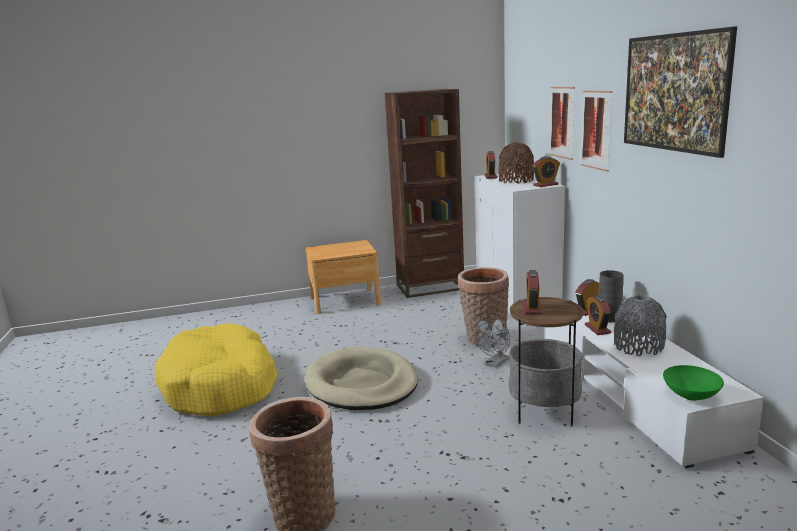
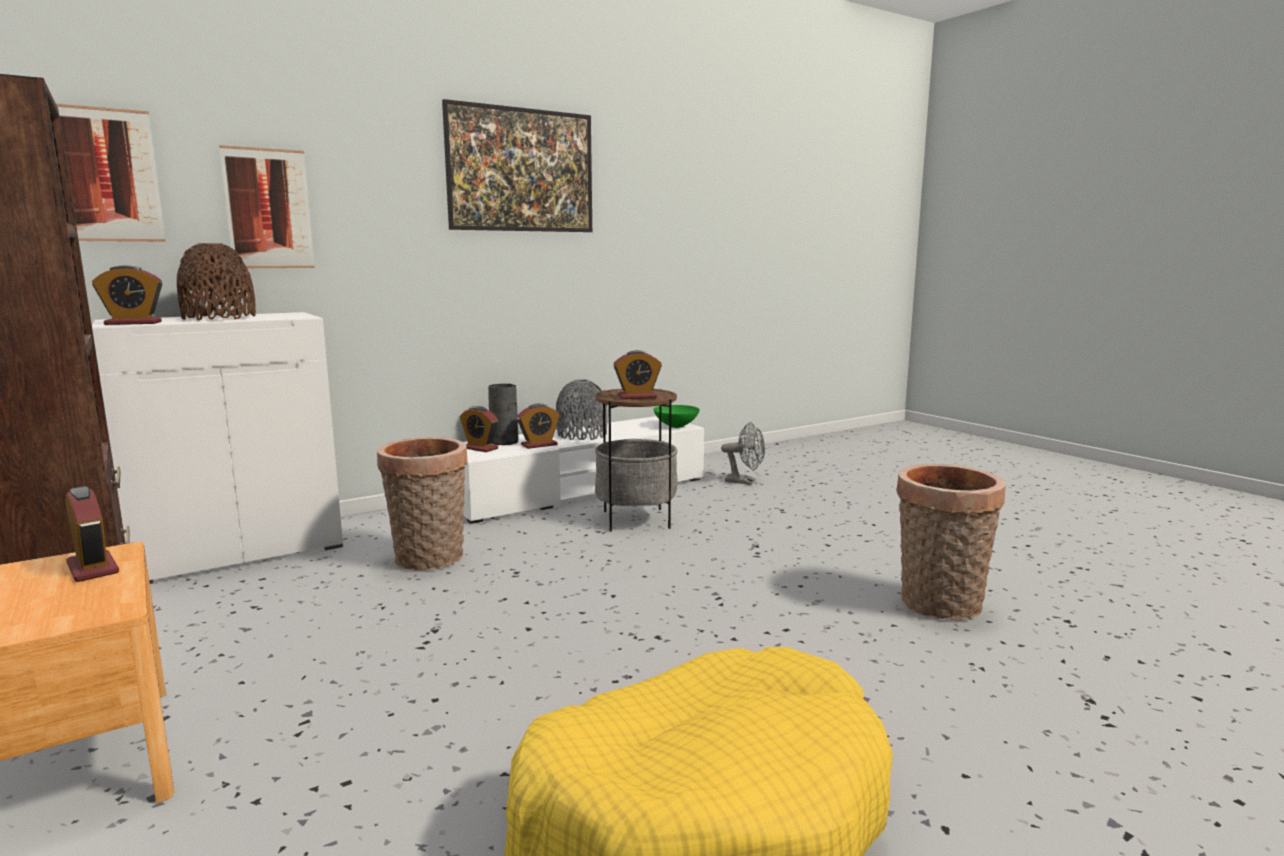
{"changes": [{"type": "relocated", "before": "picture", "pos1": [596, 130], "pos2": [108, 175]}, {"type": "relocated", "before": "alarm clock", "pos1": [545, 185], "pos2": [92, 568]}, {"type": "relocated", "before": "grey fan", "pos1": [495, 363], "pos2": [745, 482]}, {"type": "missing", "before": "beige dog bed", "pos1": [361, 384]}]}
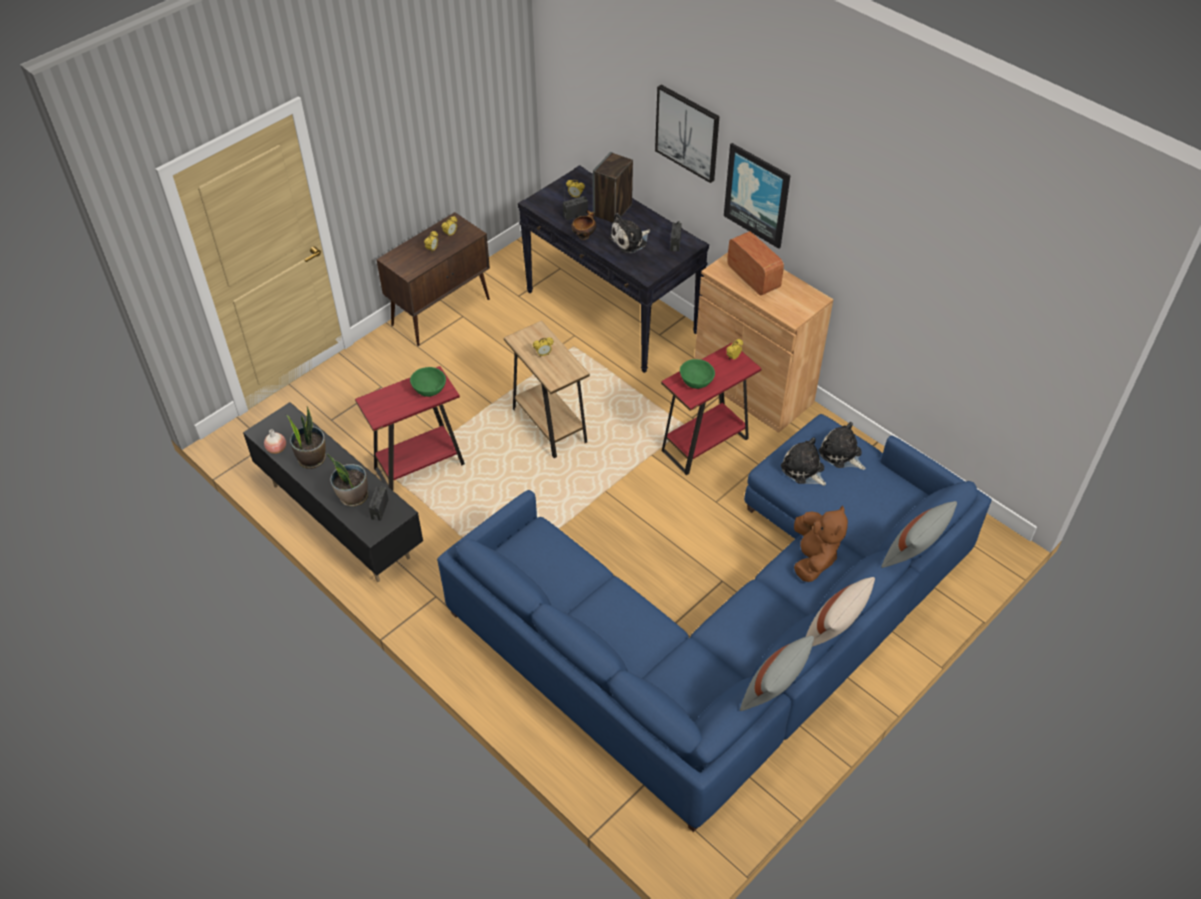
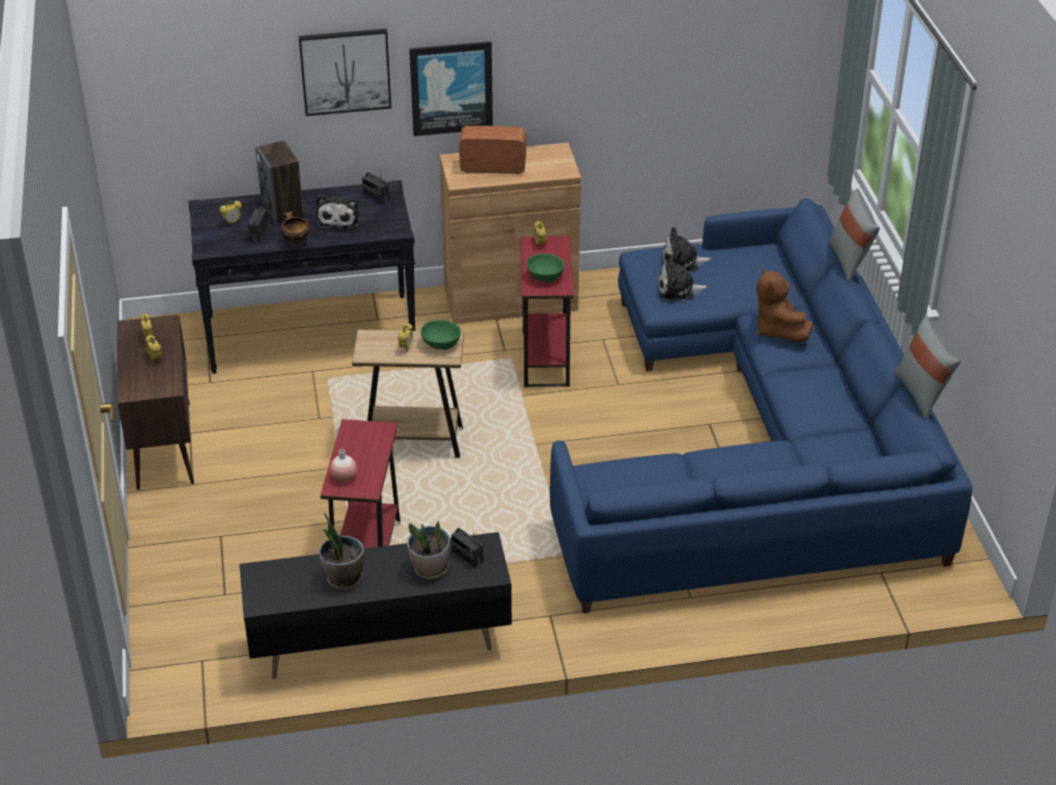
{"changes": [{"type": "relocated", "before": "vase", "pos1": [277, 449], "pos2": [344, 477]}, {"type": "relocated", "before": "green bowl", "pos1": [429, 389], "pos2": [441, 344]}, {"type": "spun", "before": "brown plush toy", "pos1": [813, 558], "pos2": [777, 330], "turn": -150}, {"type": "missing", "before": "beige pillow", "pos1": [833, 633]}]}
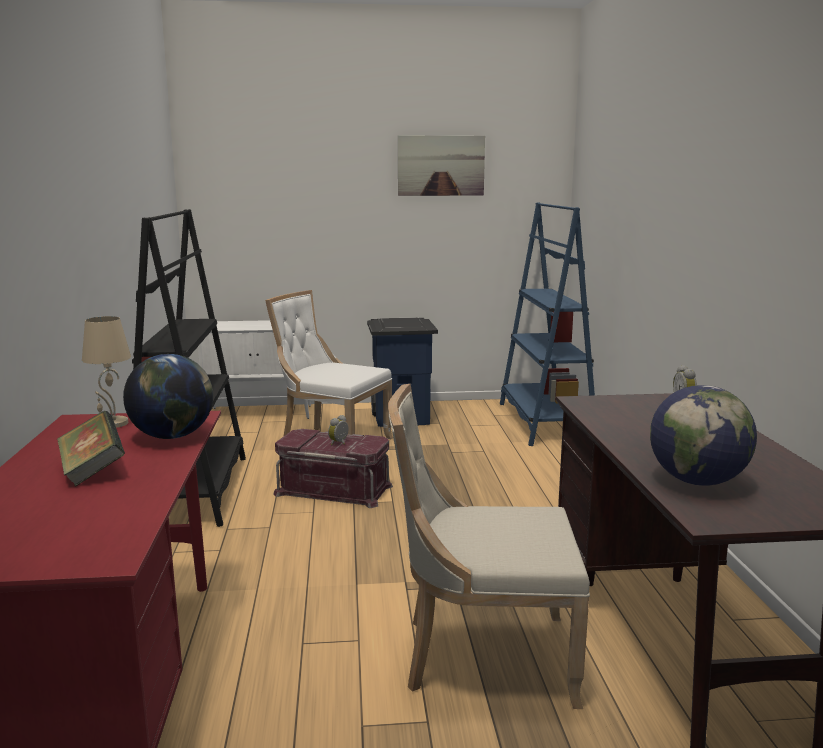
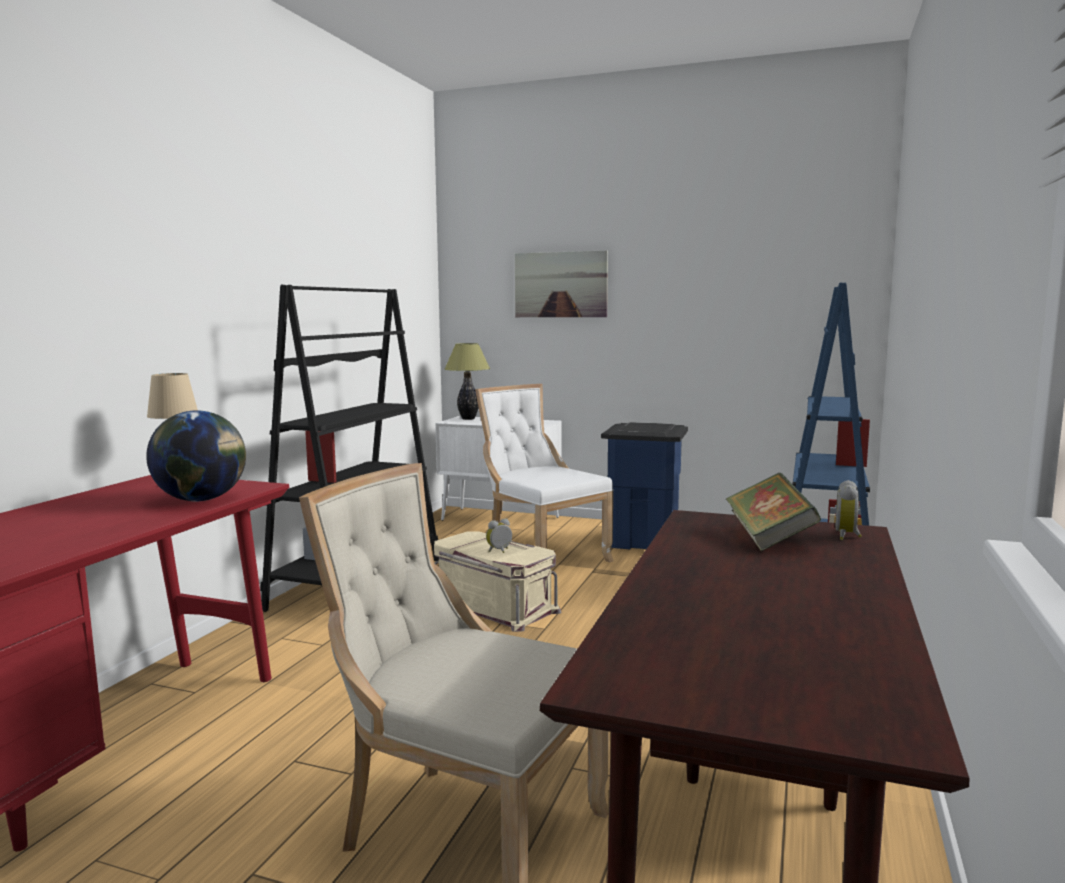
{"changes": [{"type": "colour", "before": "red storage box", "after": "beige storage box", "pos1": [334, 489], "pos2": [495, 605]}, {"type": "appeared", "after": "table lamp", "pos2": [468, 419]}, {"type": "relocated", "before": "picture", "pos1": [441, 165], "pos2": [560, 284]}, {"type": "relocated", "before": "book", "pos1": [92, 471], "pos2": [769, 538]}, {"type": "missing", "before": "globe", "pos1": [697, 481]}]}
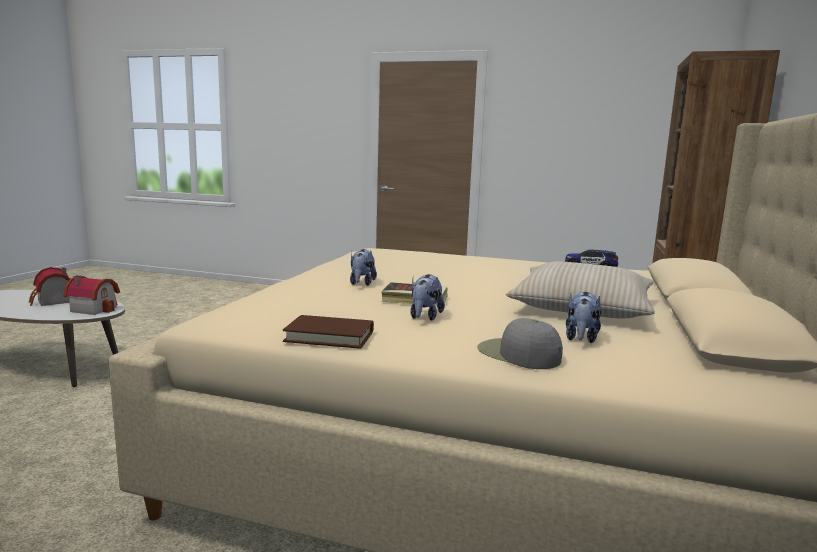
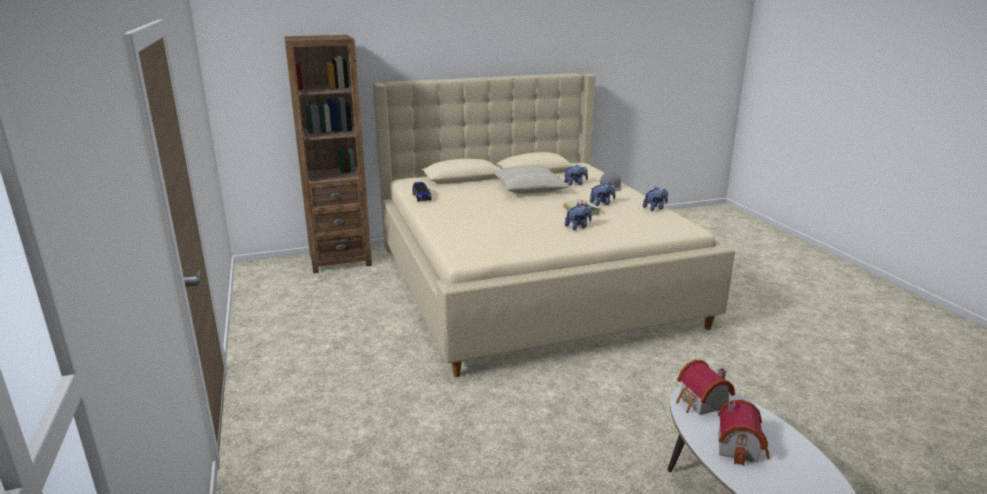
{"changes": [{"type": "exchanged", "before": "brown book", "after": "plush toy", "pos1": [329, 336], "pos2": [655, 208]}]}
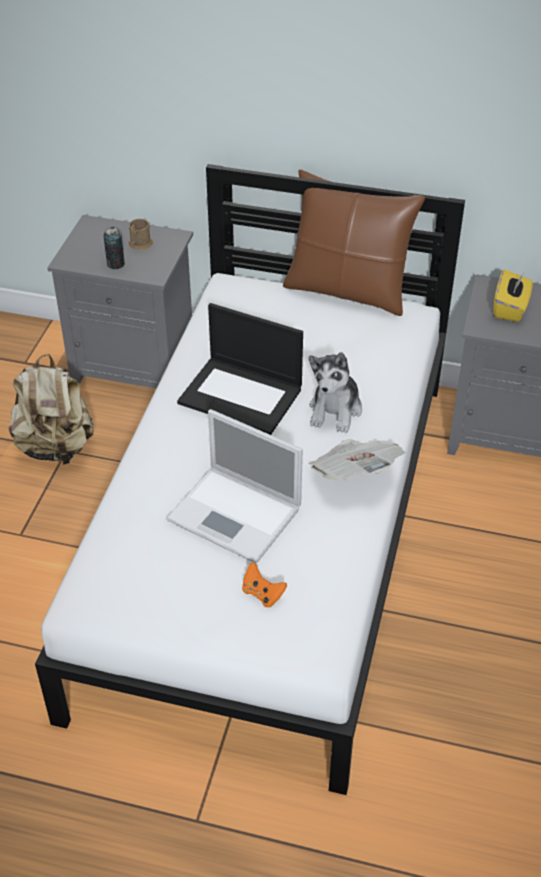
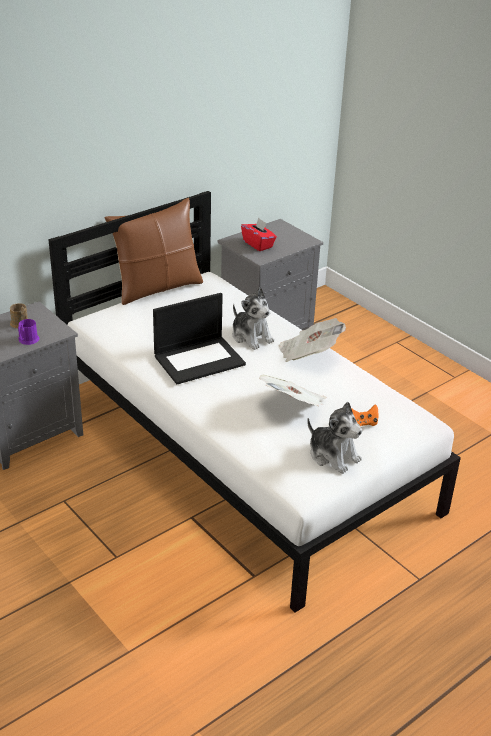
{"changes": [{"type": "exchanged", "before": "can", "after": "purple mug", "pos1": [115, 264], "pos2": [27, 340]}, {"type": "colour", "before": "yellow tissue box", "after": "red tissue box", "pos1": [510, 308], "pos2": [258, 244]}, {"type": "exchanged", "before": "laptop", "after": "newspaper", "pos1": [236, 514], "pos2": [293, 405]}, {"type": "appeared", "after": "plush toy", "pos2": [333, 455]}, {"type": "missing", "before": "beige backpack", "pos1": [56, 447]}]}
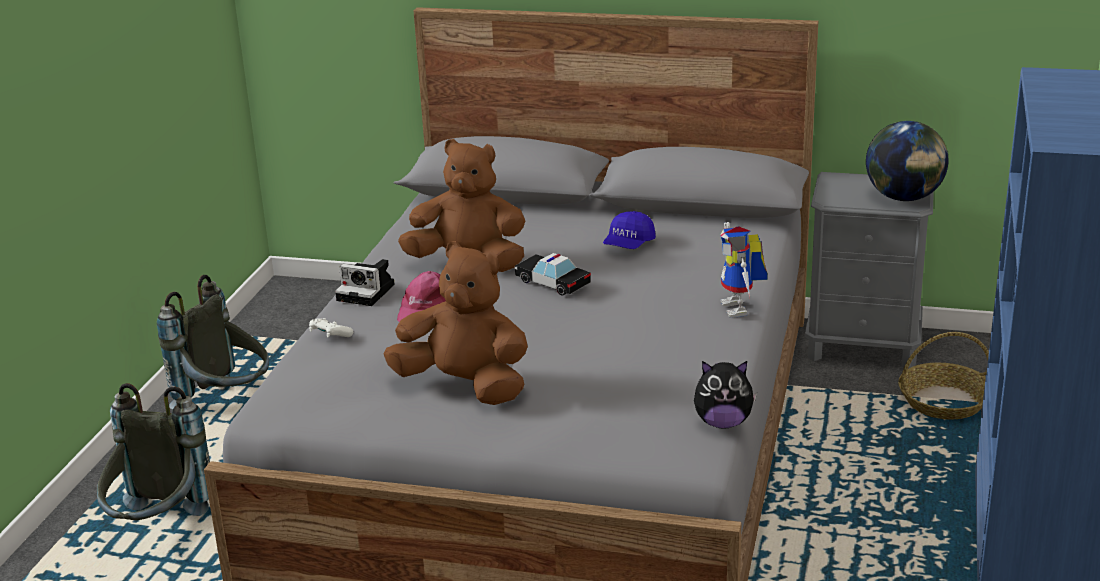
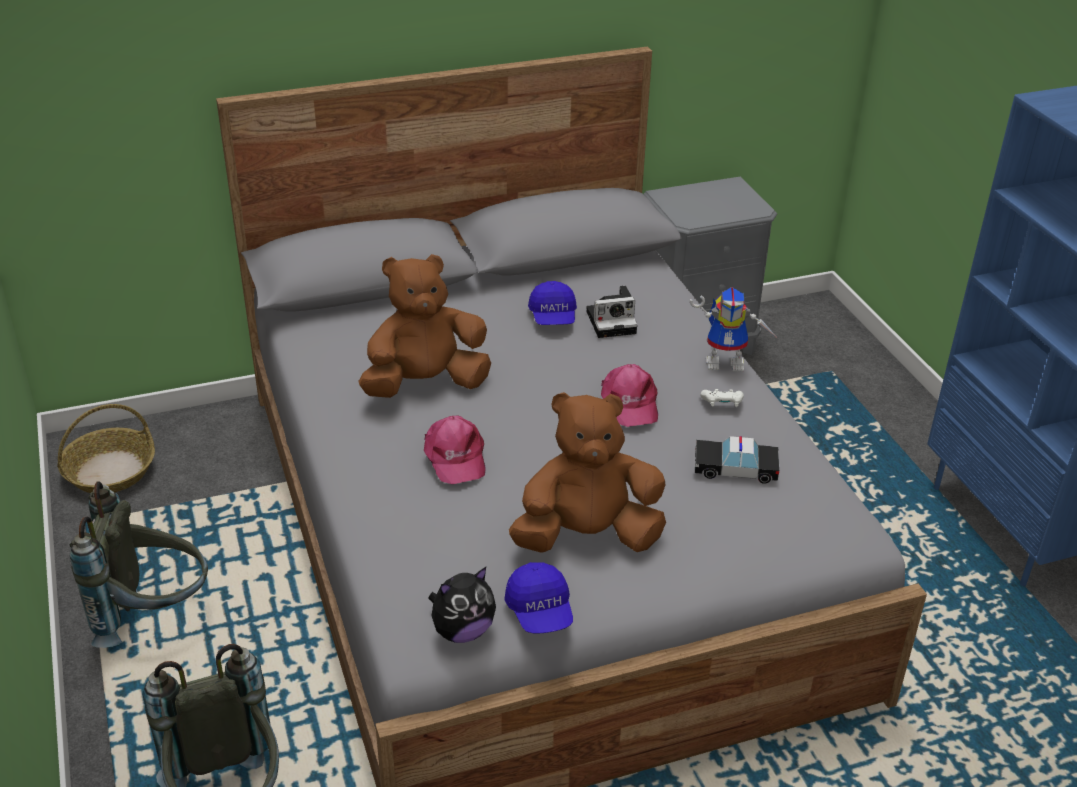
{"changes": [{"type": "relocated", "before": "basket", "pos1": [944, 401], "pos2": [110, 471]}, {"type": "relocated", "before": "plush toy", "pos1": [723, 423], "pos2": [462, 631]}, {"type": "appeared", "after": "blue cap", "pos2": [540, 612]}, {"type": "relocated", "before": "photo camera", "pos1": [368, 292], "pos2": [613, 321]}, {"type": "appeared", "after": "pink cap", "pos2": [629, 403]}, {"type": "spun", "before": "toy robot", "pos1": [741, 309], "pos2": [727, 362], "turn": -45}, {"type": "relocated", "before": "toy car", "pos1": [553, 282], "pos2": [735, 468]}, {"type": "relocated", "before": "white game controller", "pos1": [330, 336], "pos2": [722, 405]}, {"type": "missing", "before": "globe", "pos1": [904, 198]}]}
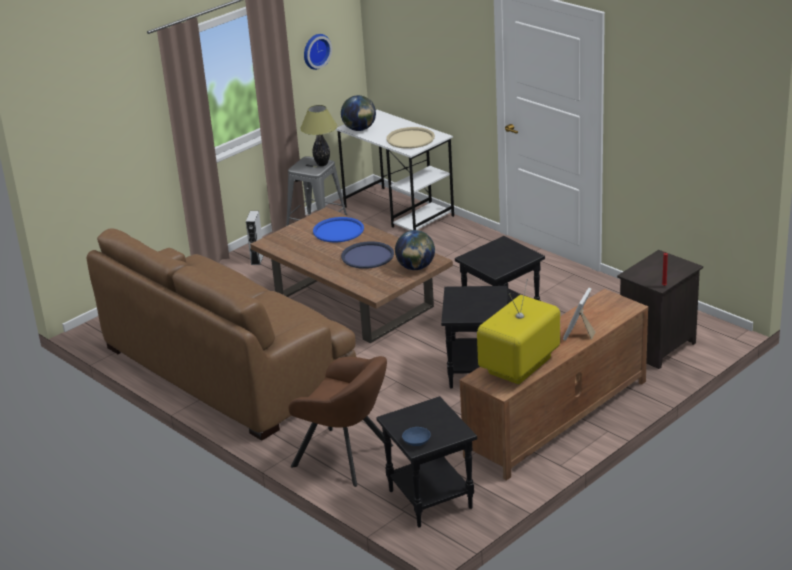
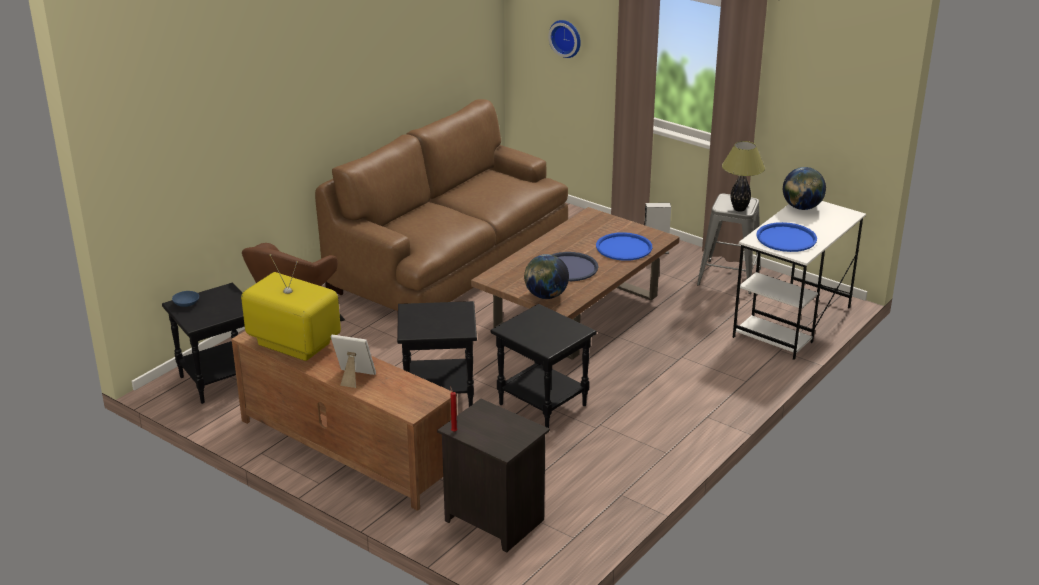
{"changes": [{"type": "relocated", "before": "wall clock", "pos1": [315, 51], "pos2": [566, 38]}, {"type": "colour", "before": "beige tray", "after": "blue tray", "pos1": [410, 139], "pos2": [786, 238]}]}
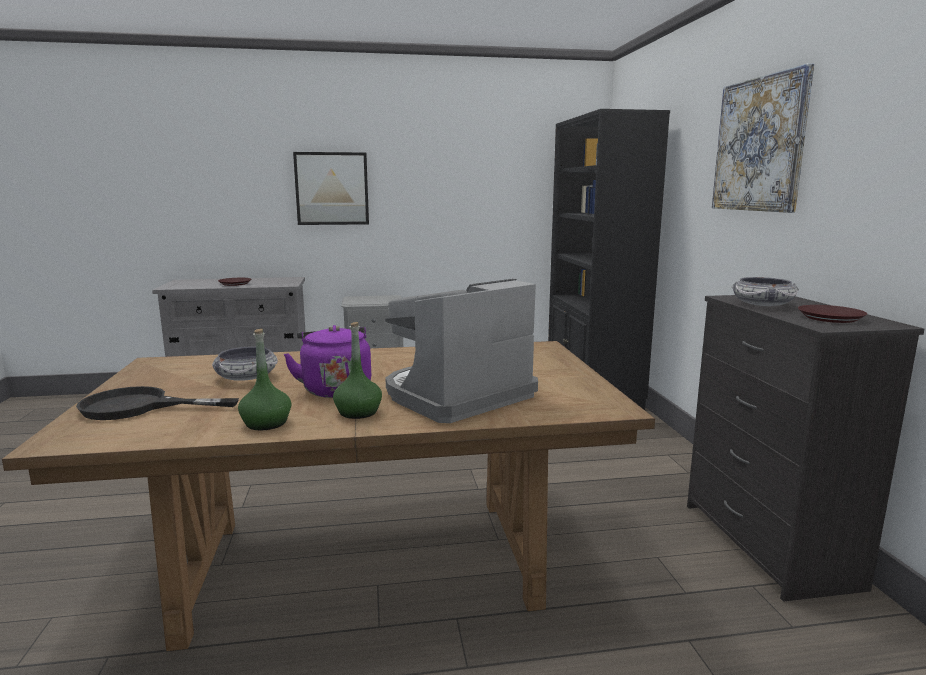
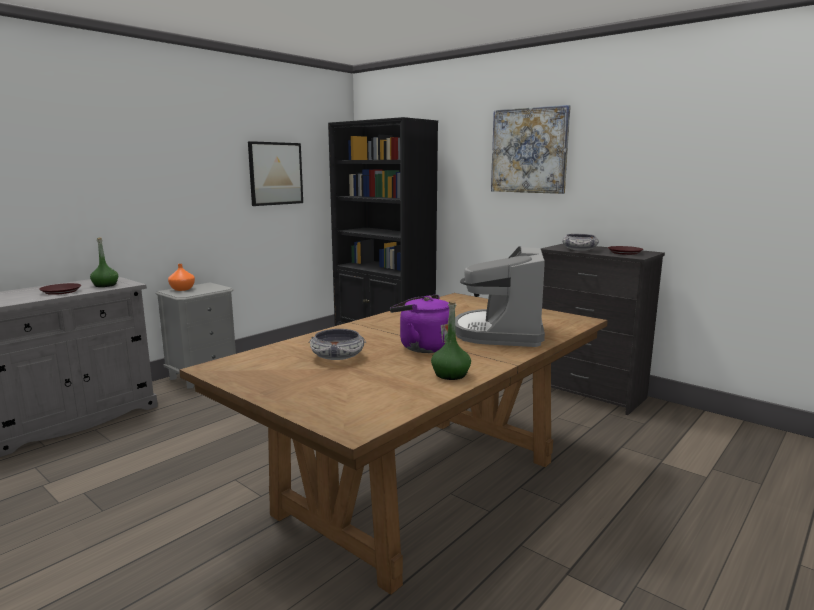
{"changes": [{"type": "relocated", "before": "green bottle", "pos1": [358, 412], "pos2": [105, 285]}, {"type": "appeared", "after": "orange vase", "pos2": [182, 289]}, {"type": "relocated", "before": "picture", "pos1": [332, 188], "pos2": [275, 173]}, {"type": "missing", "before": "black frying pan", "pos1": [139, 407]}]}
